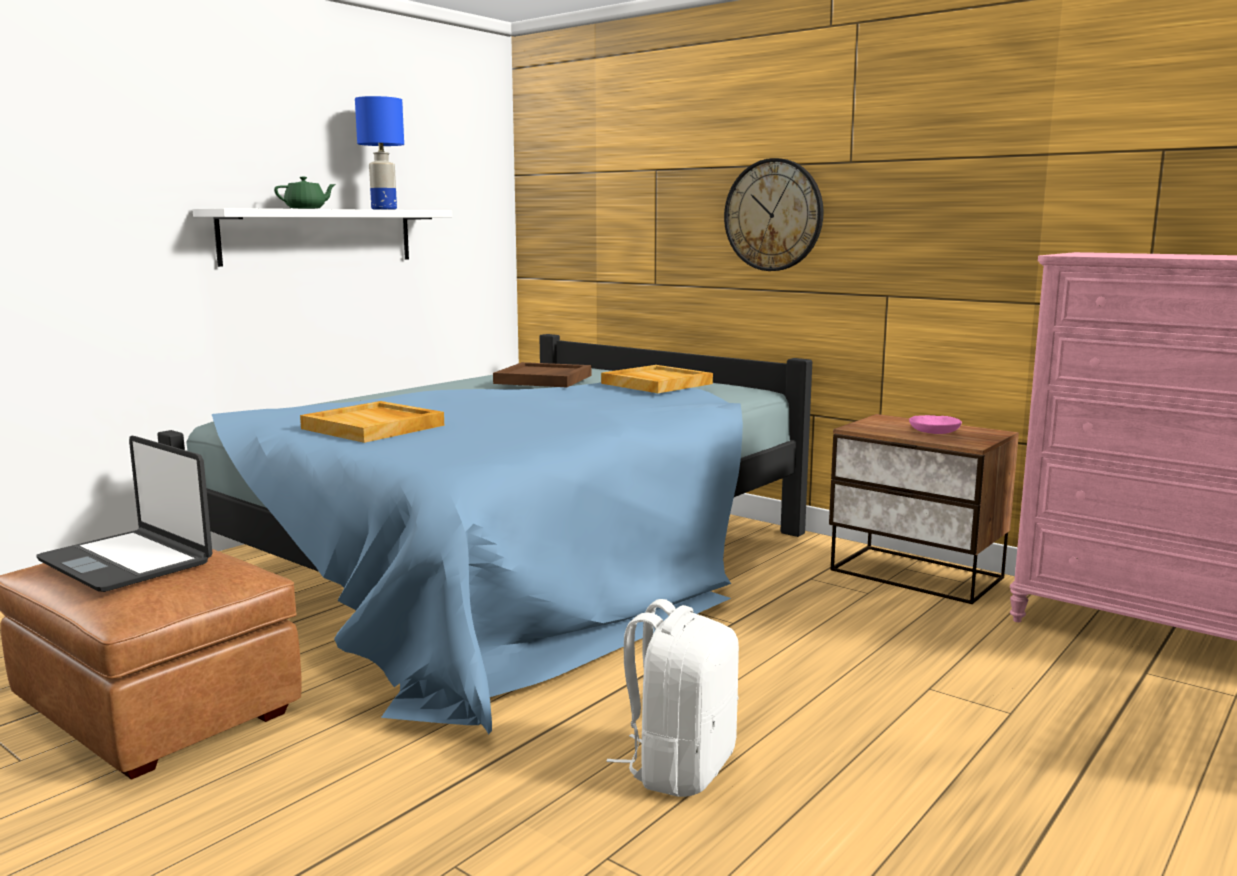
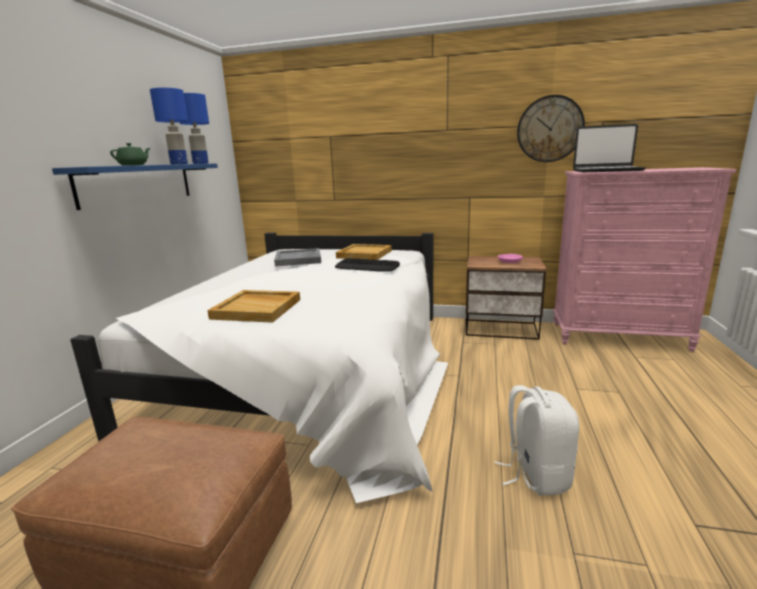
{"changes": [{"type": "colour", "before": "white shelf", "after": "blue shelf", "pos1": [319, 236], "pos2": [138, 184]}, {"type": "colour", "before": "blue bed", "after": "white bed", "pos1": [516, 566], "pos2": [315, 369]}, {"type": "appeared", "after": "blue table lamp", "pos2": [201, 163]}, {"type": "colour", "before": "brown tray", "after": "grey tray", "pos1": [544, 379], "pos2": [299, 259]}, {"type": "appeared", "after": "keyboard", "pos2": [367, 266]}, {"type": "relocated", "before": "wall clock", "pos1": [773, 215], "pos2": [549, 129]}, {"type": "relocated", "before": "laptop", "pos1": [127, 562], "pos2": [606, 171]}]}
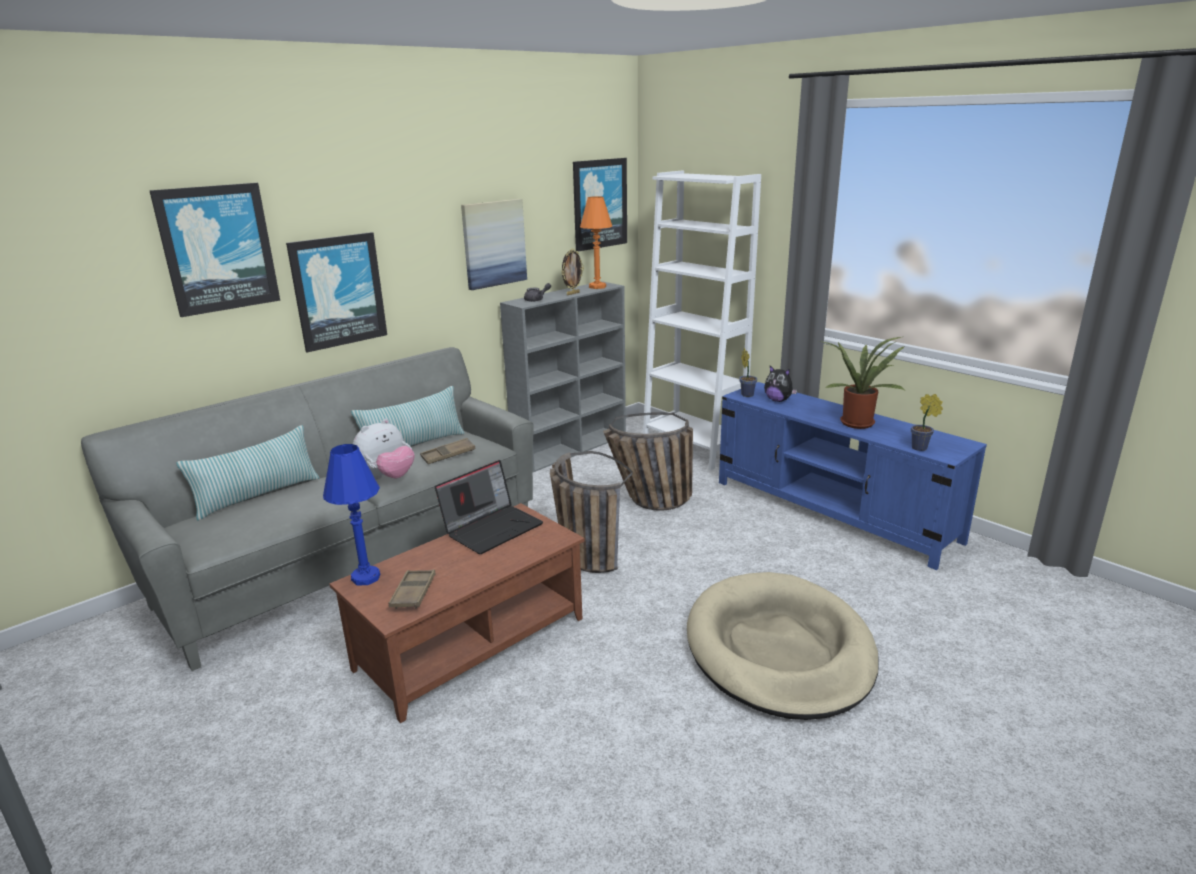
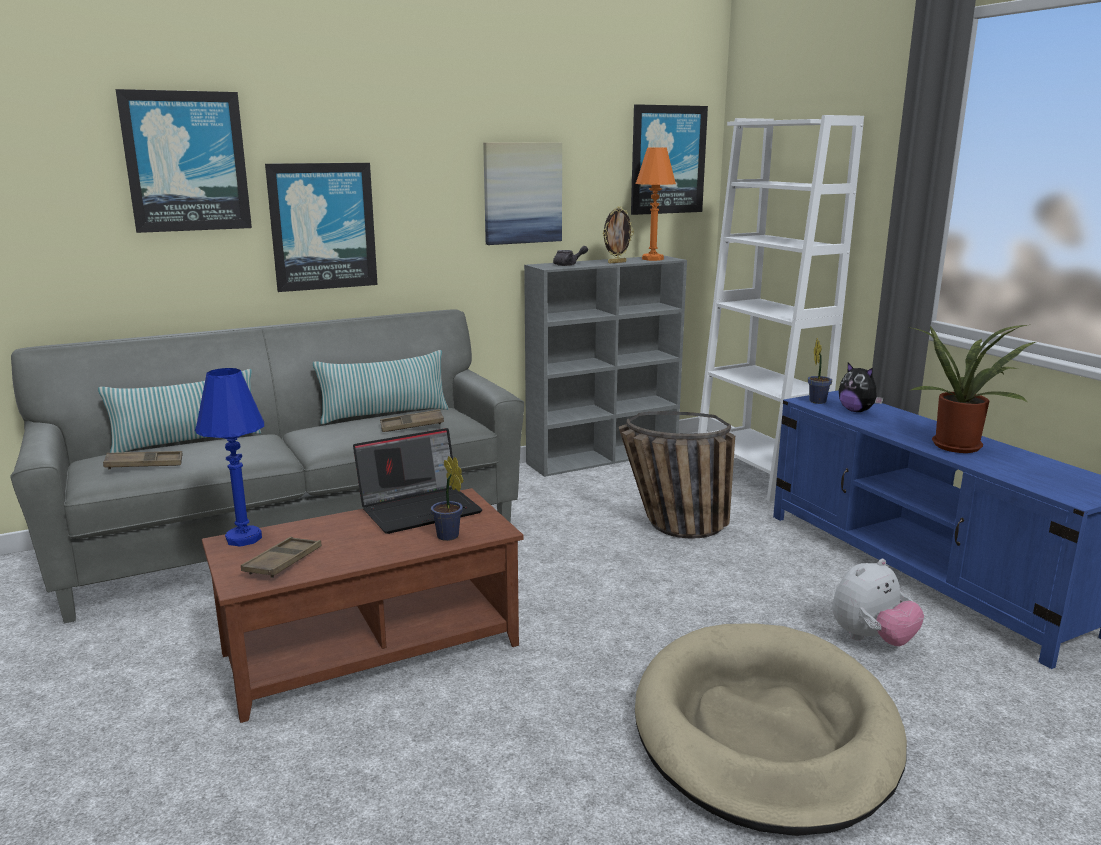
{"changes": [{"type": "appeared", "after": "brown tray", "pos2": [144, 465]}, {"type": "relocated", "before": "potted plant", "pos1": [921, 448], "pos2": [449, 537]}, {"type": "relocated", "before": "plush toy", "pos1": [387, 478], "pos2": [871, 639]}, {"type": "missing", "before": "basket", "pos1": [582, 553]}]}
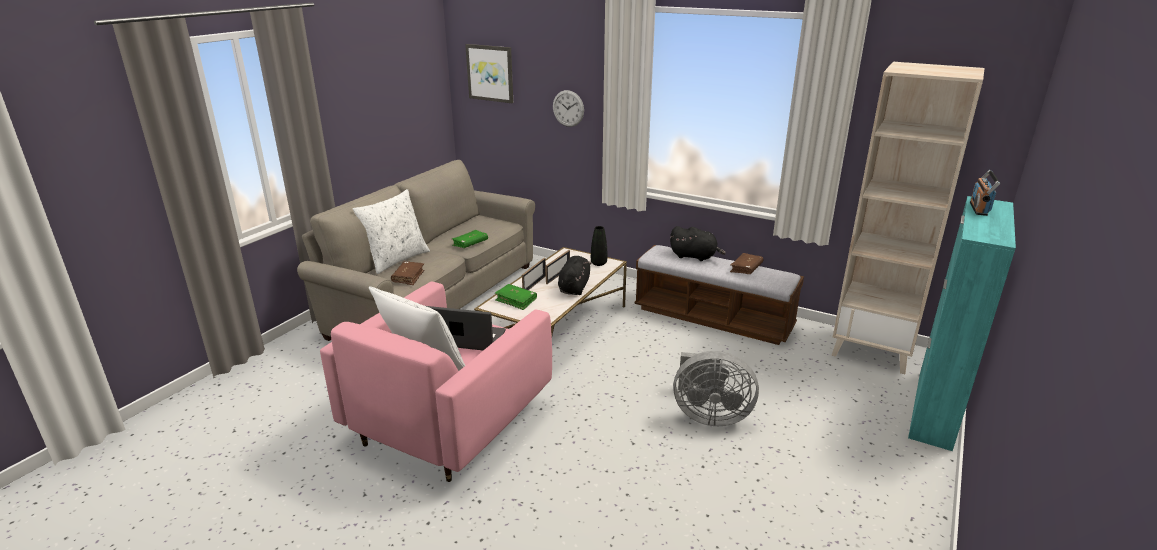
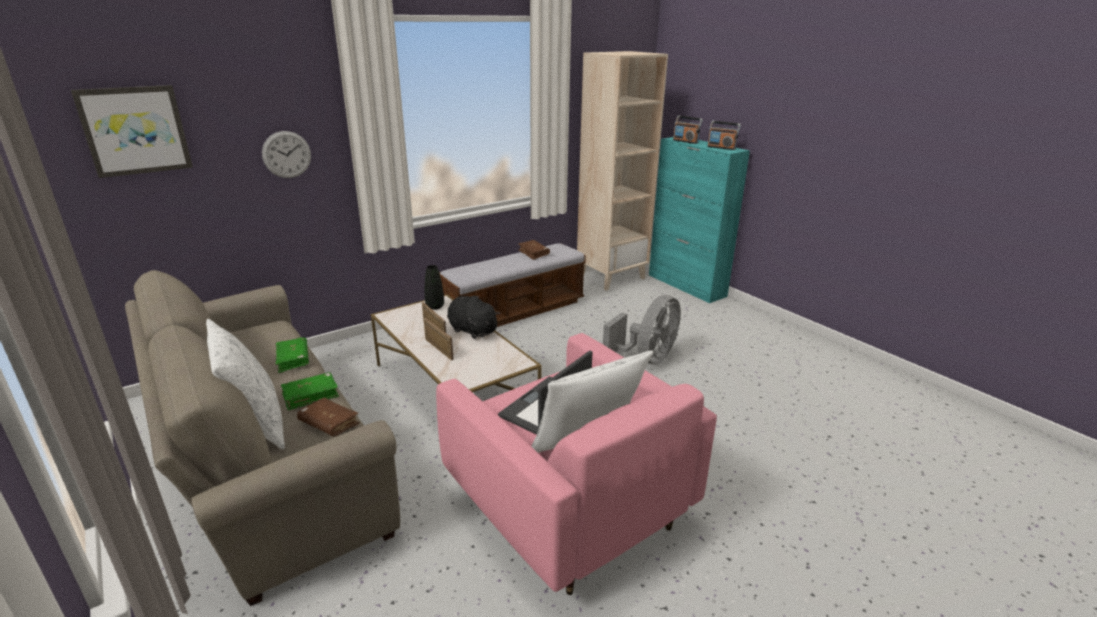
{"changes": [{"type": "relocated", "before": "green book", "pos1": [516, 301], "pos2": [310, 396]}, {"type": "appeared", "after": "radio", "pos2": [721, 148]}, {"type": "missing", "before": "black plush toy", "pos1": [695, 256]}]}
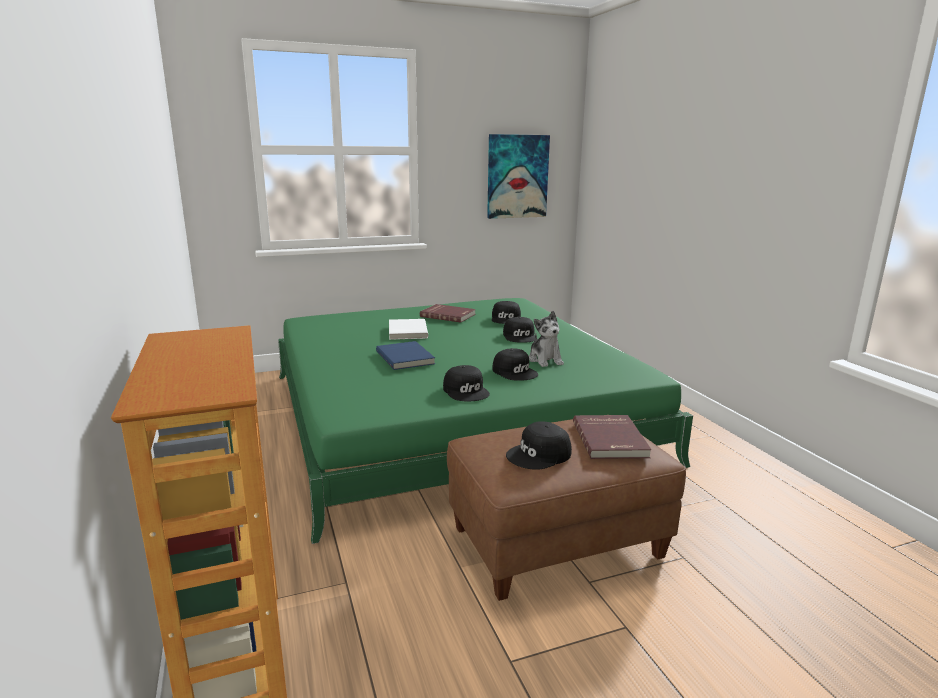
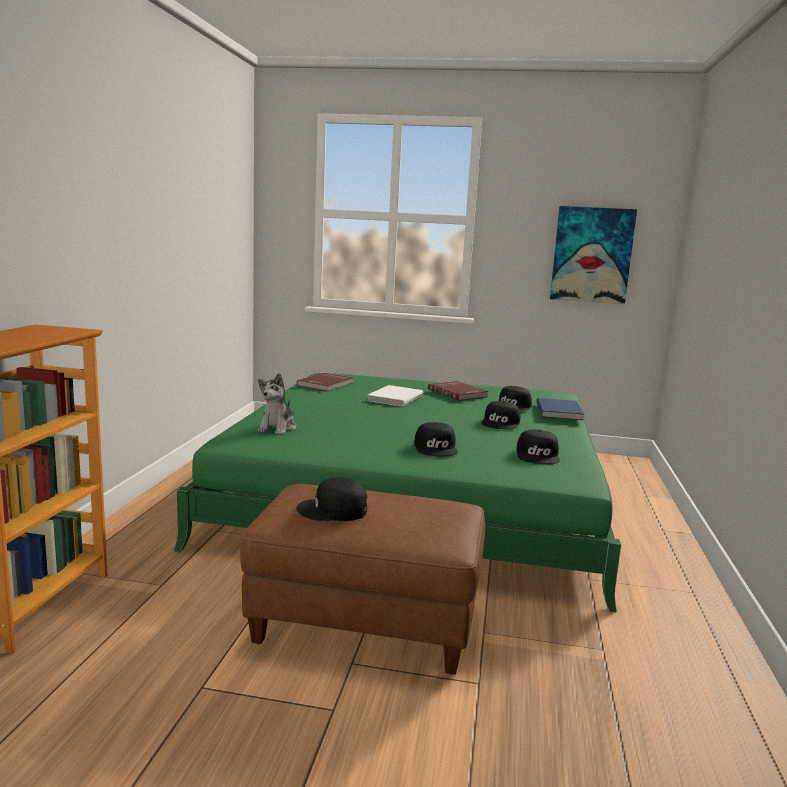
{"changes": [{"type": "relocated", "before": "plush toy", "pos1": [545, 360], "pos2": [278, 428]}, {"type": "relocated", "before": "red book", "pos1": [611, 439], "pos2": [326, 384]}, {"type": "relocated", "before": "black cap", "pos1": [466, 391], "pos2": [538, 455]}, {"type": "relocated", "before": "blue book", "pos1": [406, 357], "pos2": [560, 411]}]}
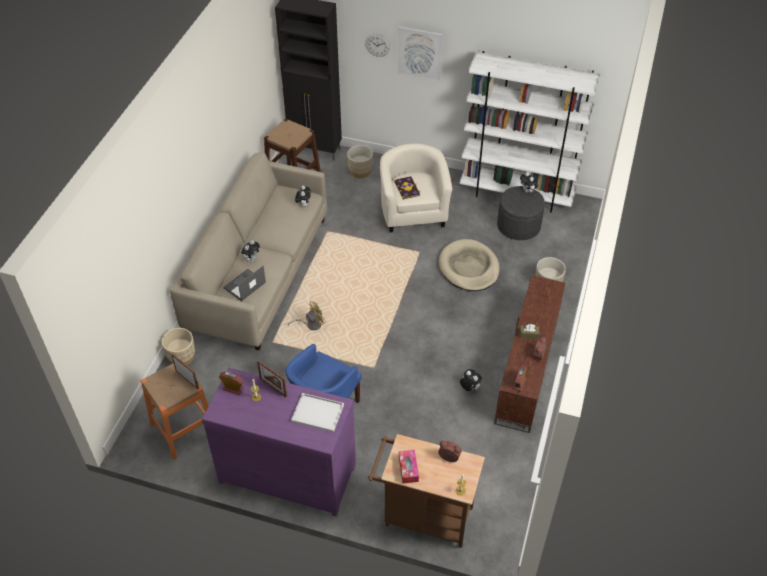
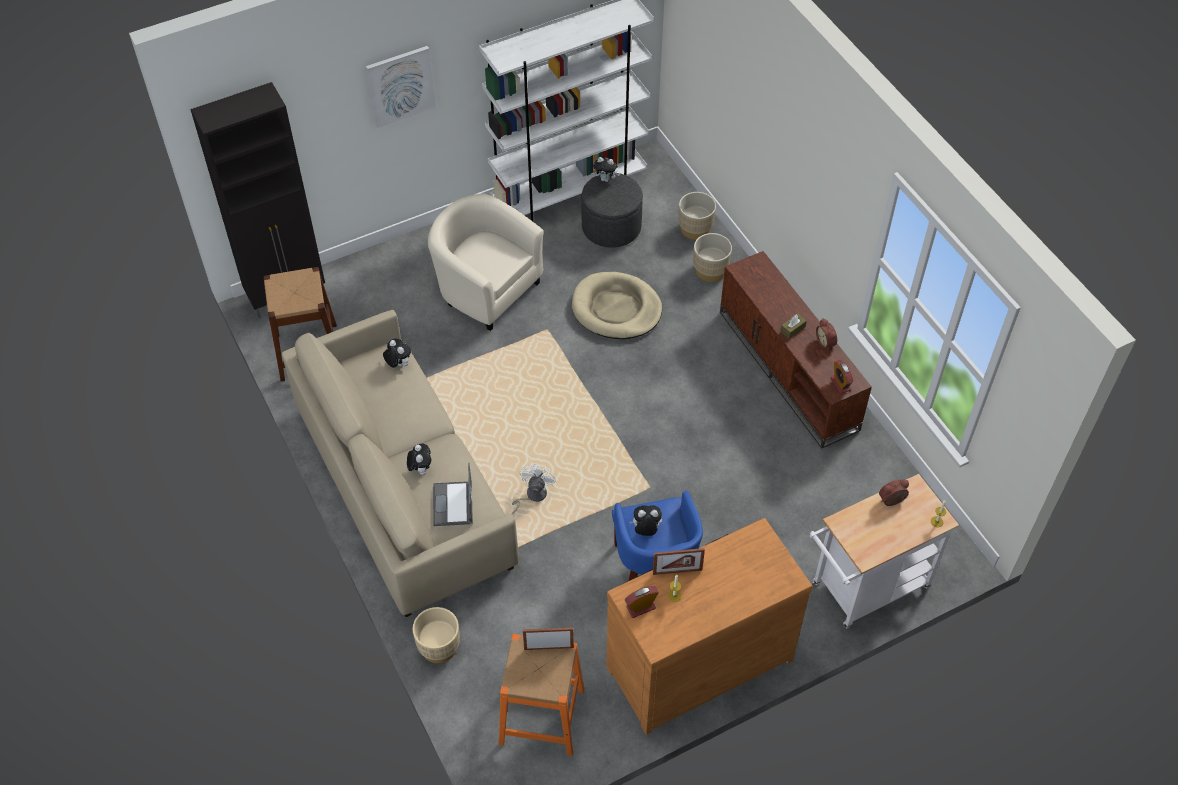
{"changes": [{"type": "colour", "before": "yellow fan", "after": "white fan", "pos1": [311, 324], "pos2": [532, 496]}, {"type": "colour", "before": "purple dresser", "after": "brown dresser", "pos1": [288, 471], "pos2": [697, 661]}, {"type": "relocated", "before": "plush toy", "pos1": [469, 388], "pos2": [645, 530]}, {"type": "relocated", "before": "beige planter", "pos1": [360, 171], "pos2": [695, 229]}, {"type": "colour", "before": "brown cart", "after": "white cart", "pos1": [423, 516], "pos2": [864, 589]}, {"type": "missing", "before": "white tray", "pos1": [316, 413]}, {"type": "missing", "before": "wall clock", "pos1": [377, 45]}, {"type": "missing", "before": "book", "pos1": [407, 188]}, {"type": "missing", "before": "tissue box", "pos1": [408, 469]}]}
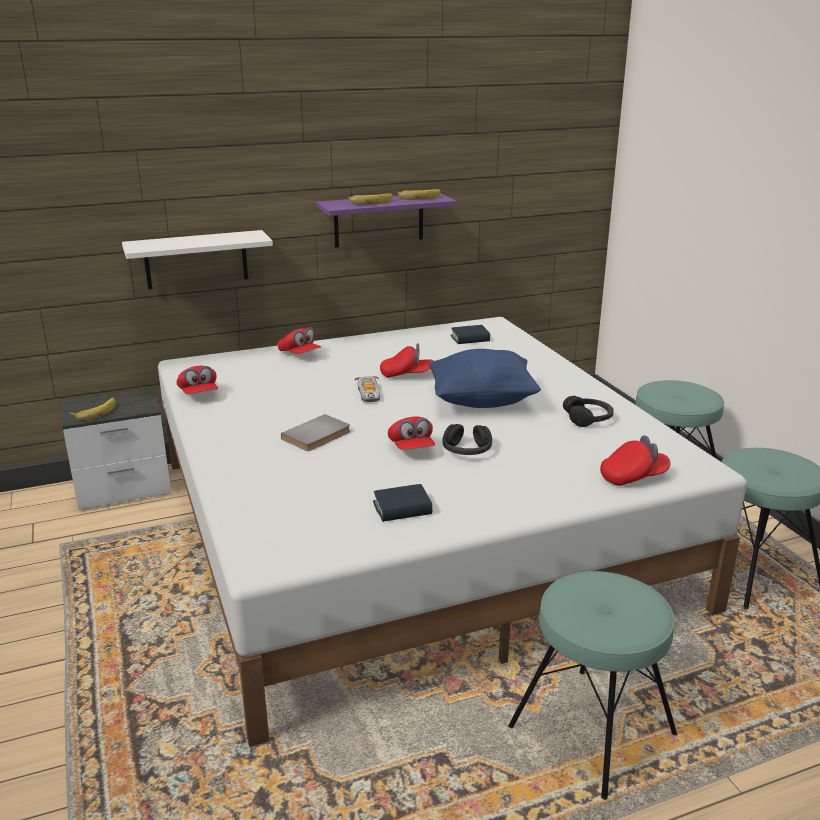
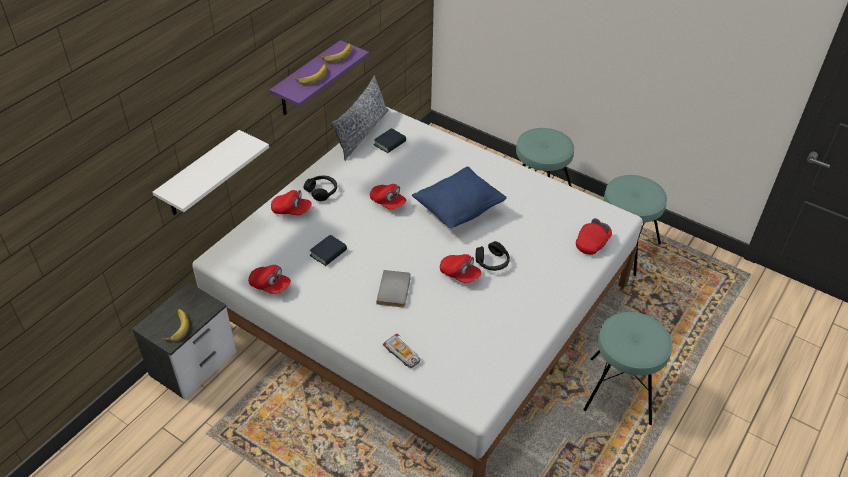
{"changes": [{"type": "relocated", "before": "black headphones", "pos1": [588, 419], "pos2": [322, 191]}, {"type": "relocated", "before": "book", "pos1": [402, 508], "pos2": [328, 253]}, {"type": "appeared", "after": "pillow", "pos2": [361, 133]}, {"type": "spun", "before": "red cap", "pos1": [407, 375], "pos2": [388, 202], "turn": 75}, {"type": "relocated", "before": "toy car", "pos1": [369, 393], "pos2": [402, 354]}]}
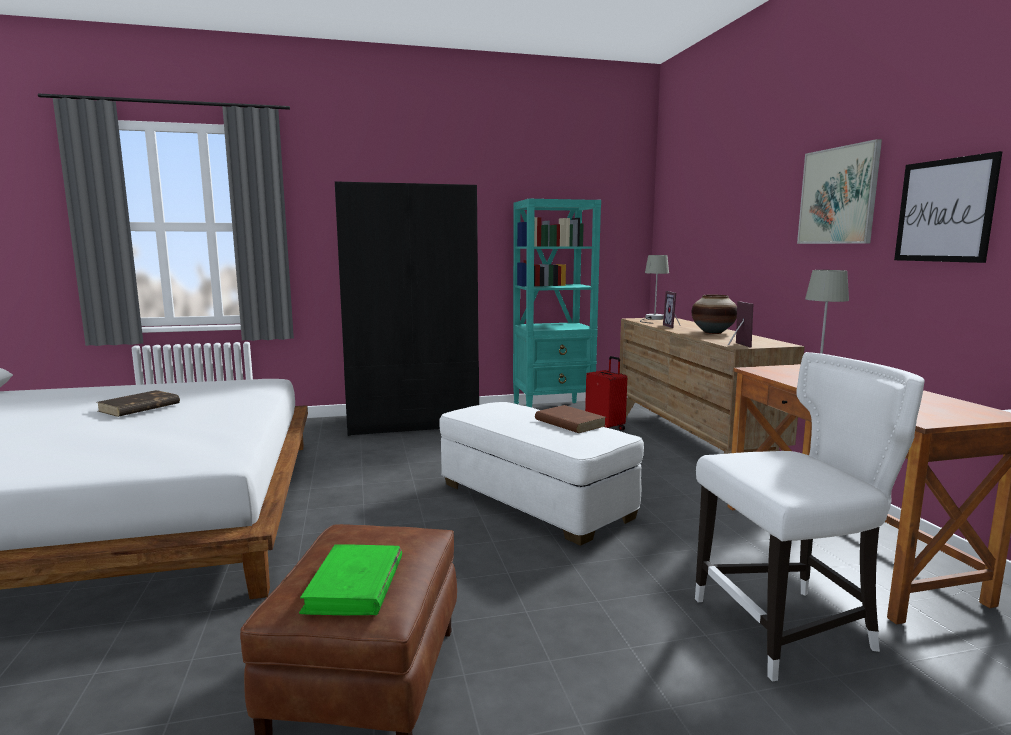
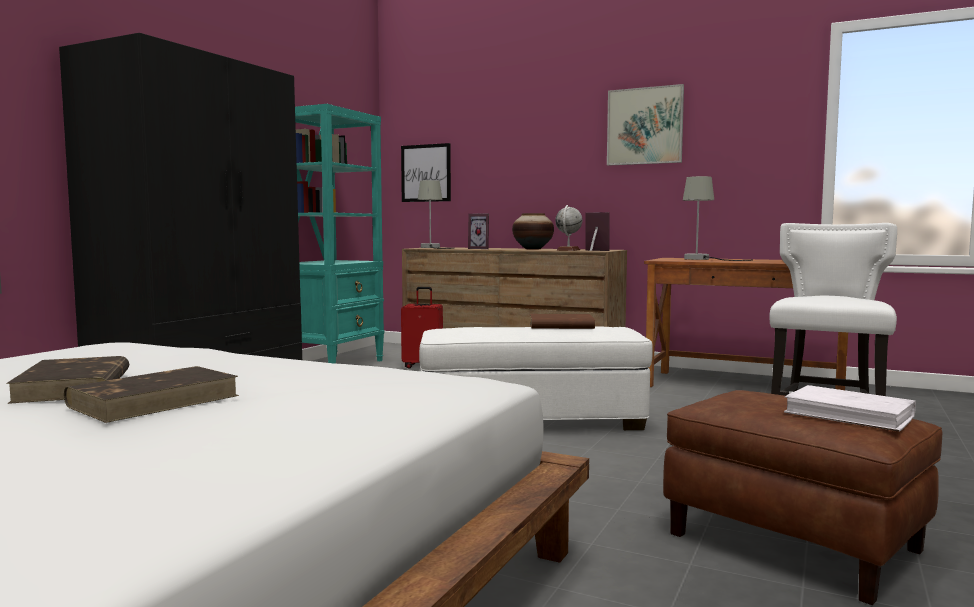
{"changes": [{"type": "appeared", "after": "brown book", "pos2": [155, 400]}, {"type": "relocated", "before": "picture", "pos1": [944, 210], "pos2": [426, 173]}, {"type": "appeared", "after": "globe", "pos2": [568, 250]}, {"type": "colour", "before": "green book", "after": "white book", "pos1": [355, 585], "pos2": [849, 415]}]}
